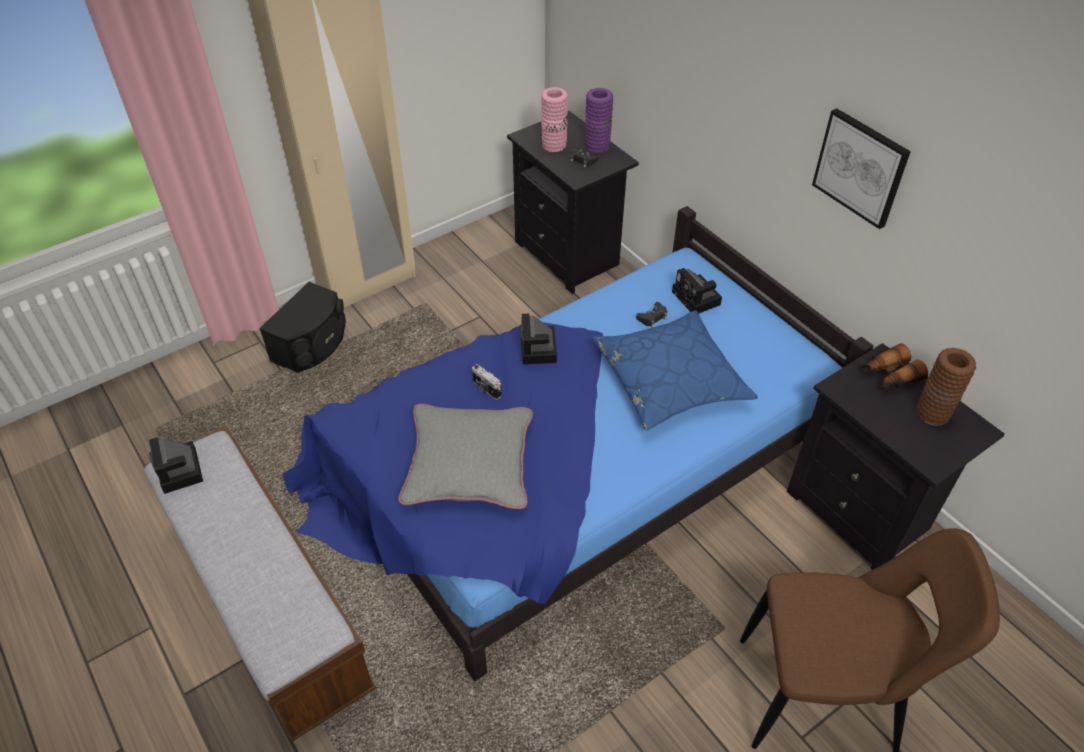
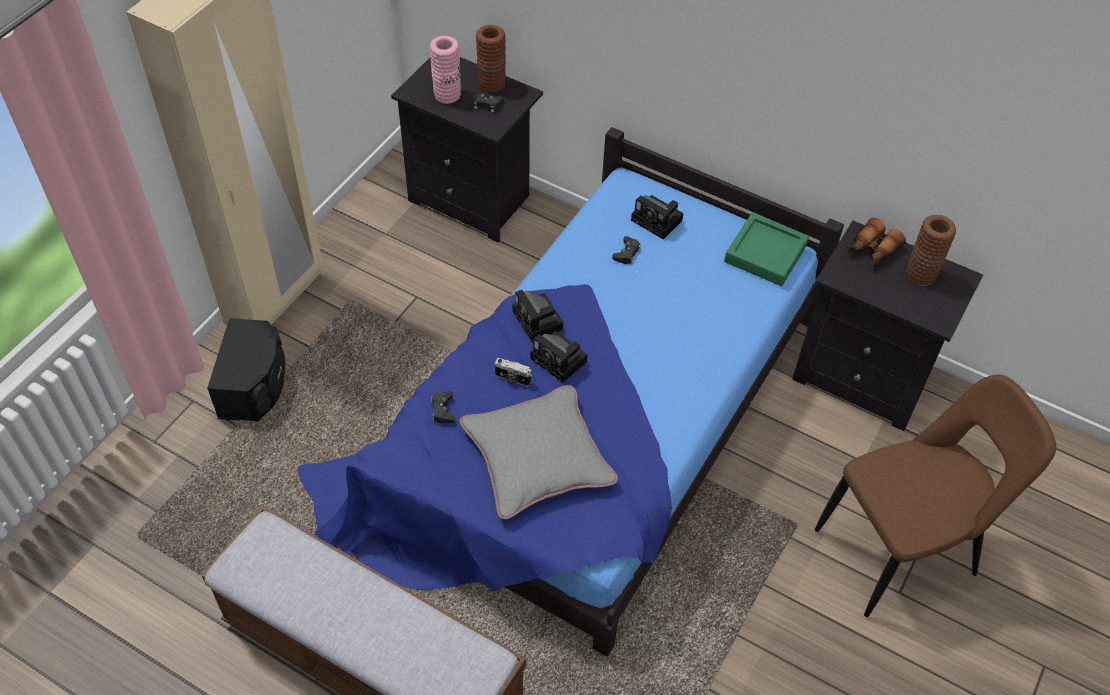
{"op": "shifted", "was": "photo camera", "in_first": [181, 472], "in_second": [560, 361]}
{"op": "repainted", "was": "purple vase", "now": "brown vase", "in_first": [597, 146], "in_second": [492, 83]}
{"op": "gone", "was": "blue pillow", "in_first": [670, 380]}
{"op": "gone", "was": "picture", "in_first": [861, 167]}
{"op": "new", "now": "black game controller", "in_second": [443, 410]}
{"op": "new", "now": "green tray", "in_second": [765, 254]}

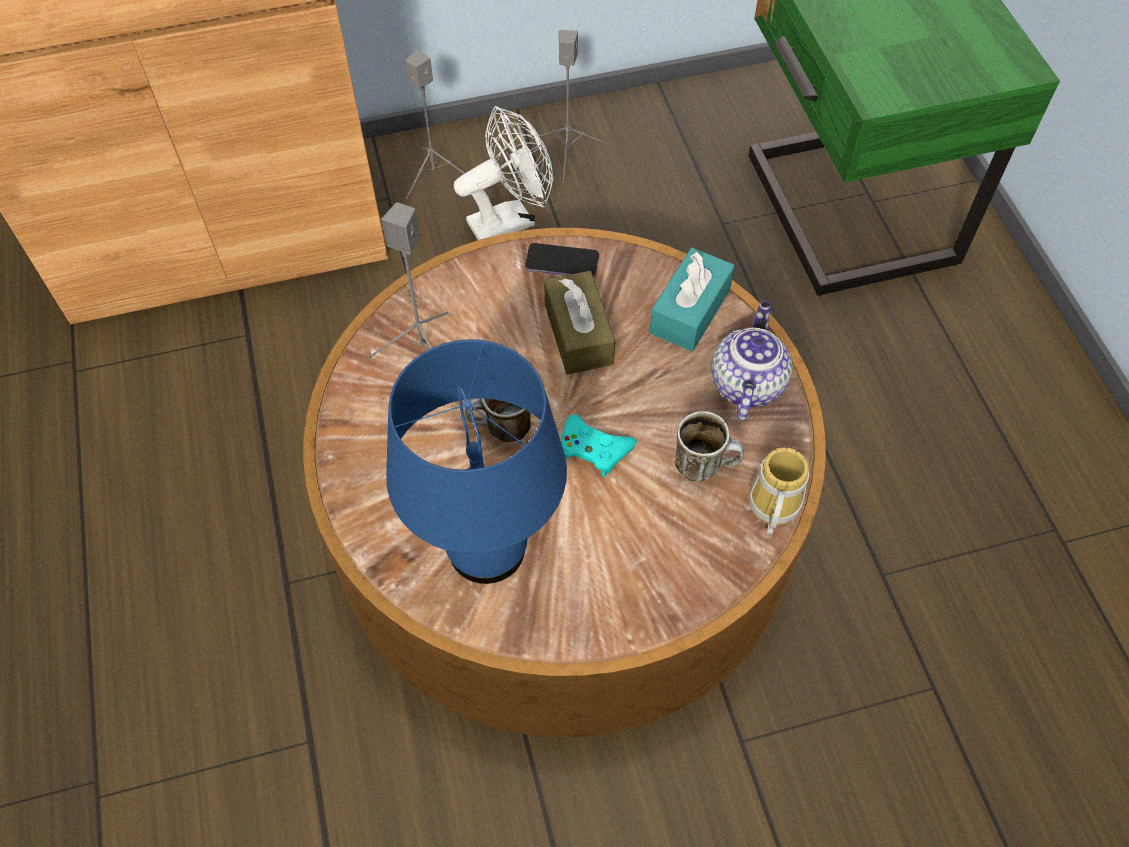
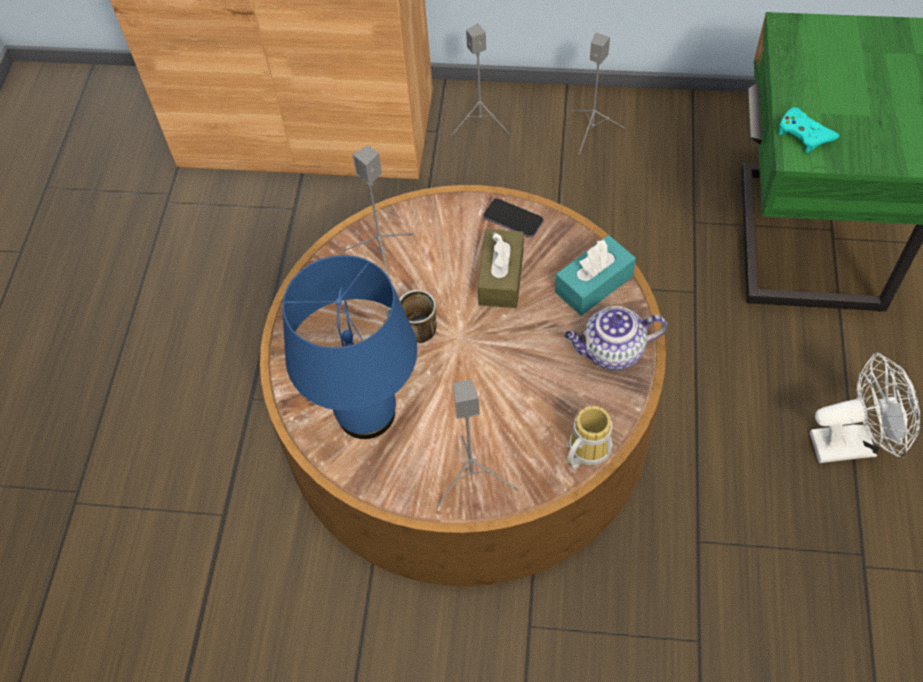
{"op": "shifted", "was": "white fan", "in_first": [510, 220], "in_second": [852, 443]}
{"op": "shifted", "was": "turquoise game controller", "in_first": [594, 449], "in_second": [804, 134]}
{"op": "gone", "was": "mug", "in_first": [705, 465]}
{"op": "rotated", "was": "teapot", "in_first": [746, 383], "in_second": [611, 352], "clockwise": -135}
{"op": "new", "now": "grey speaker", "in_second": [473, 477]}

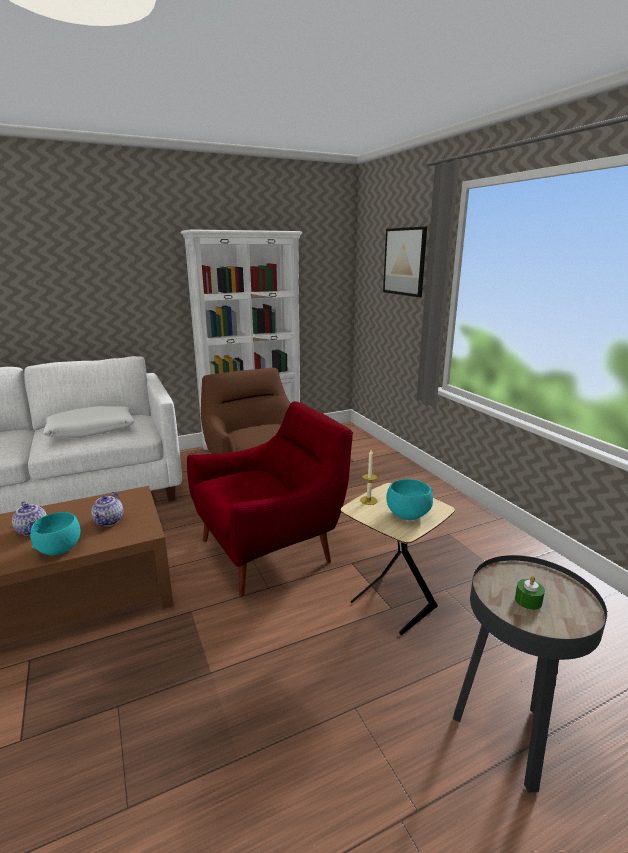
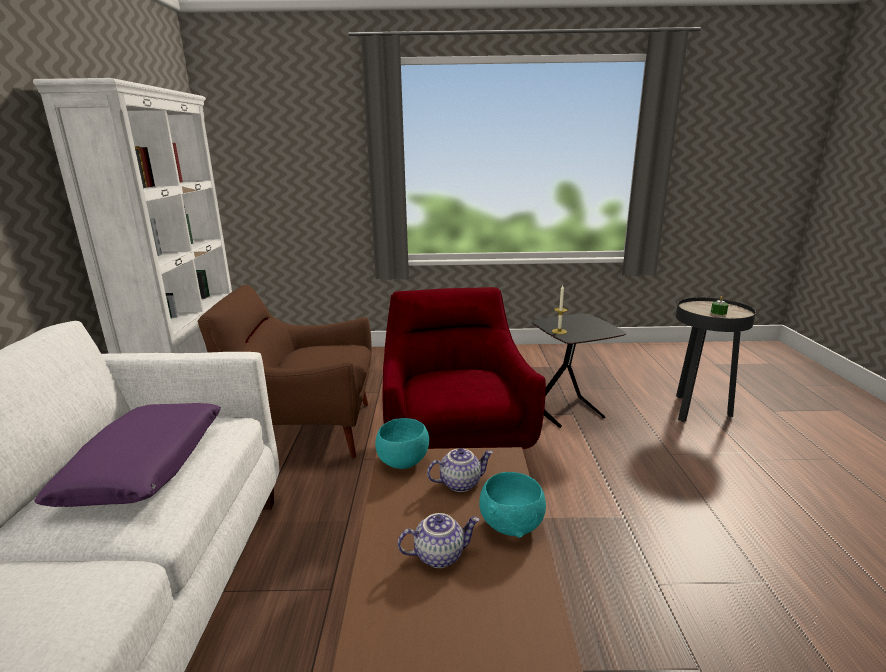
{"op": "repainted", "was": "white pillow", "now": "purple pillow", "in_first": [91, 430], "in_second": [146, 465]}
{"op": "rotated", "was": "teapot", "in_first": [109, 521], "in_second": [460, 483], "clockwise": -45}
{"op": "repainted", "was": "beige side table", "now": "black side table", "in_first": [391, 605], "in_second": [570, 413]}
{"op": "gone", "was": "picture", "in_first": [404, 261]}
{"op": "shifted", "was": "turquoise bowl", "in_first": [407, 515], "in_second": [403, 462]}

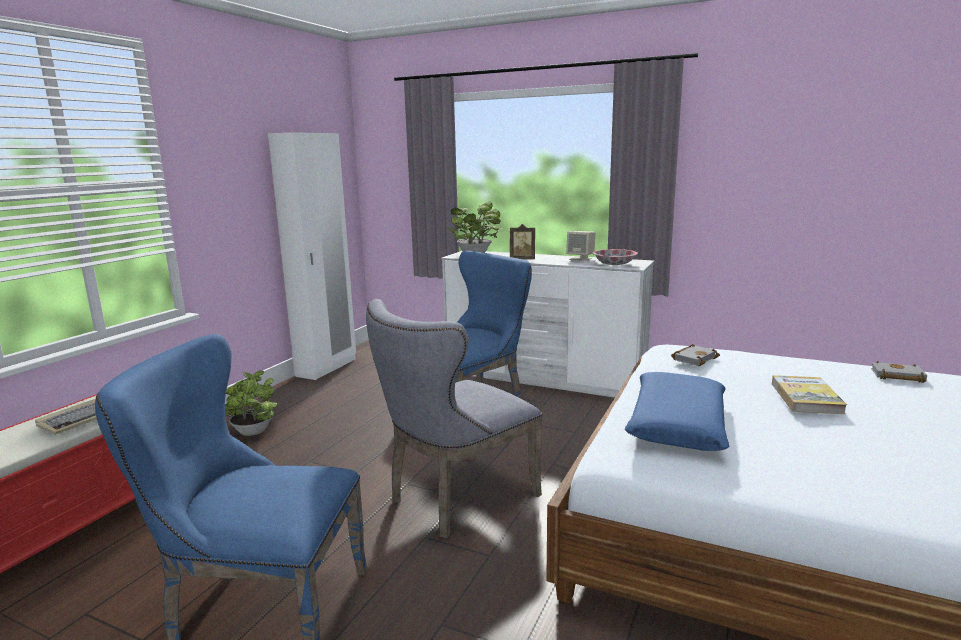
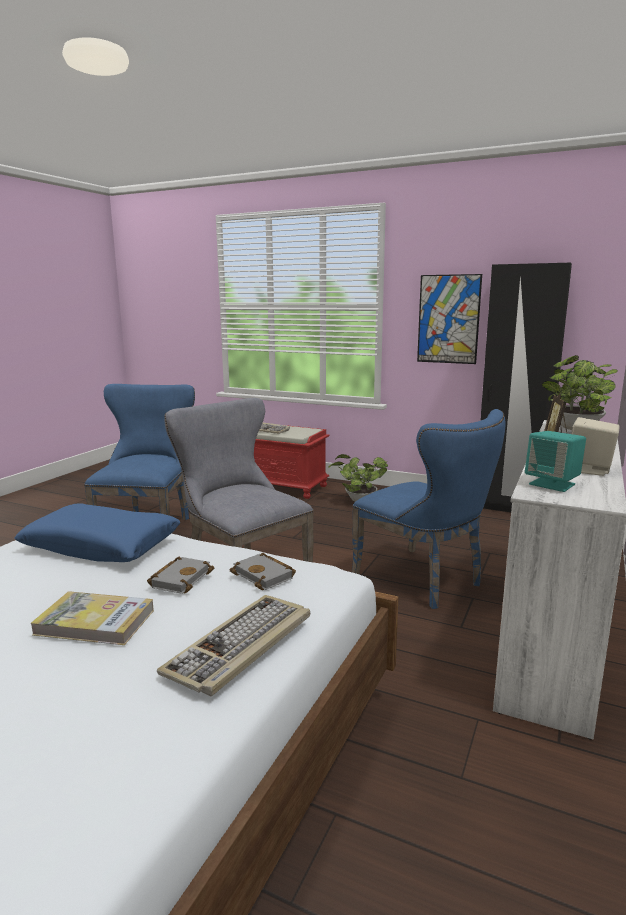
{"op": "repainted", "was": "white wardrobe", "now": "black wardrobe", "in_first": [327, 367], "in_second": [509, 508]}
{"op": "swapped", "was": "bowl", "now": "turquoise speaker", "in_first": [614, 264], "in_second": [553, 484]}
{"op": "shifted", "was": "grey book", "in_first": [896, 376], "in_second": [180, 578]}
{"op": "new", "now": "keyboard", "in_second": [241, 646]}
{"op": "new", "now": "picture", "in_second": [448, 319]}

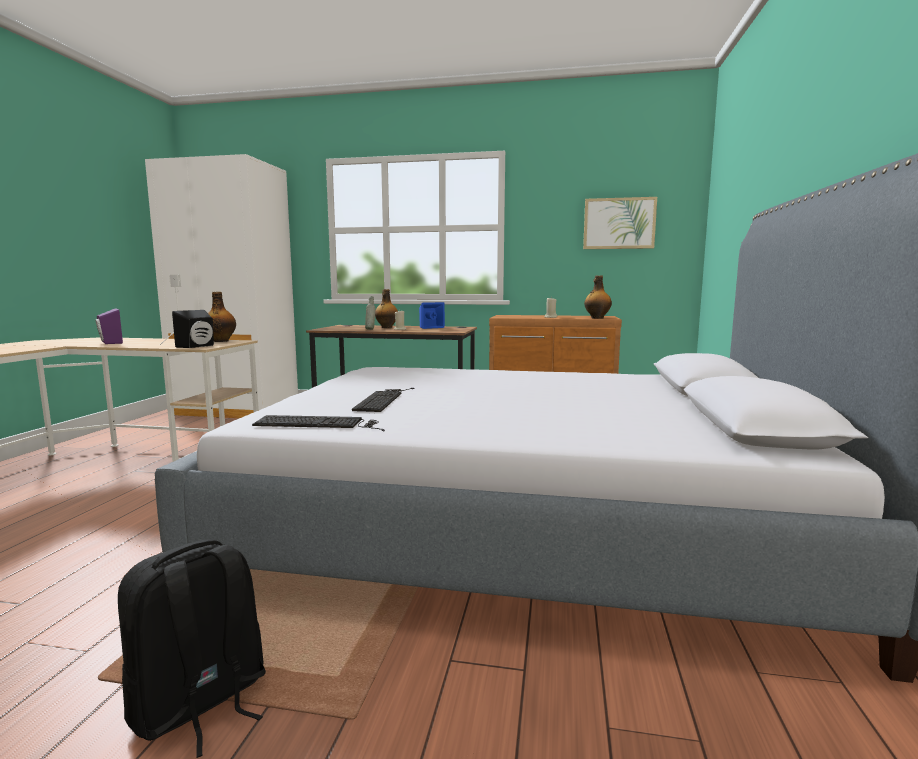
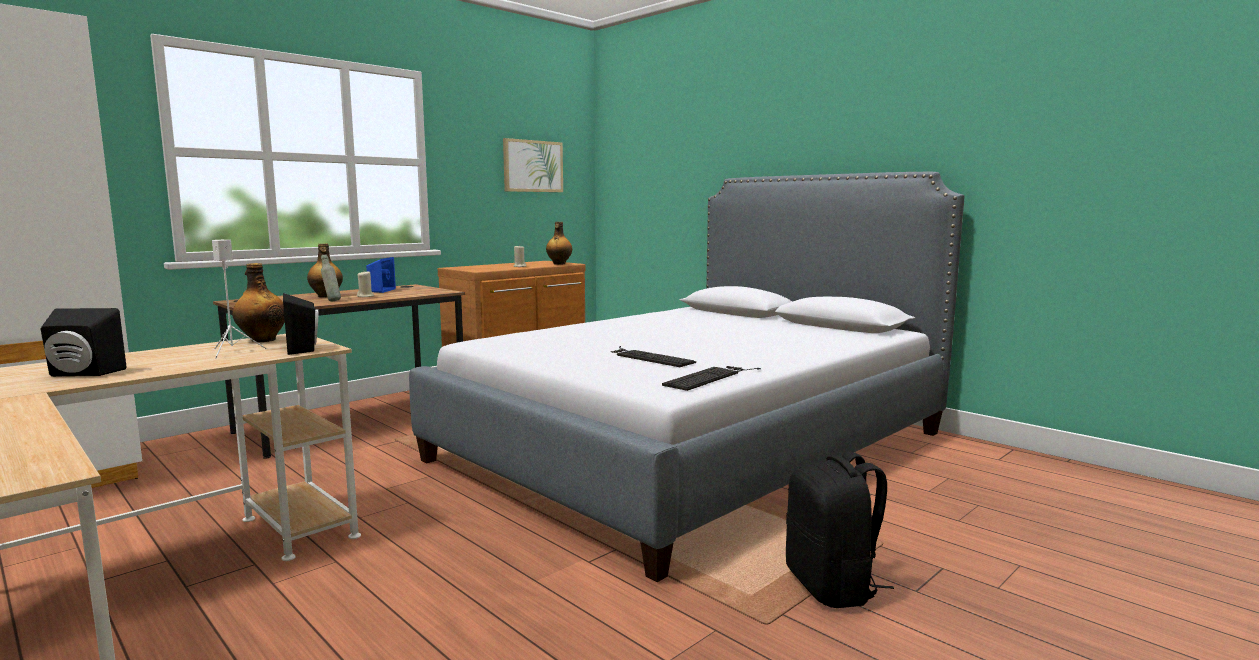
{"op": "repainted", "was": "purple speaker", "now": "black speaker", "in_first": [109, 342], "in_second": [82, 374]}

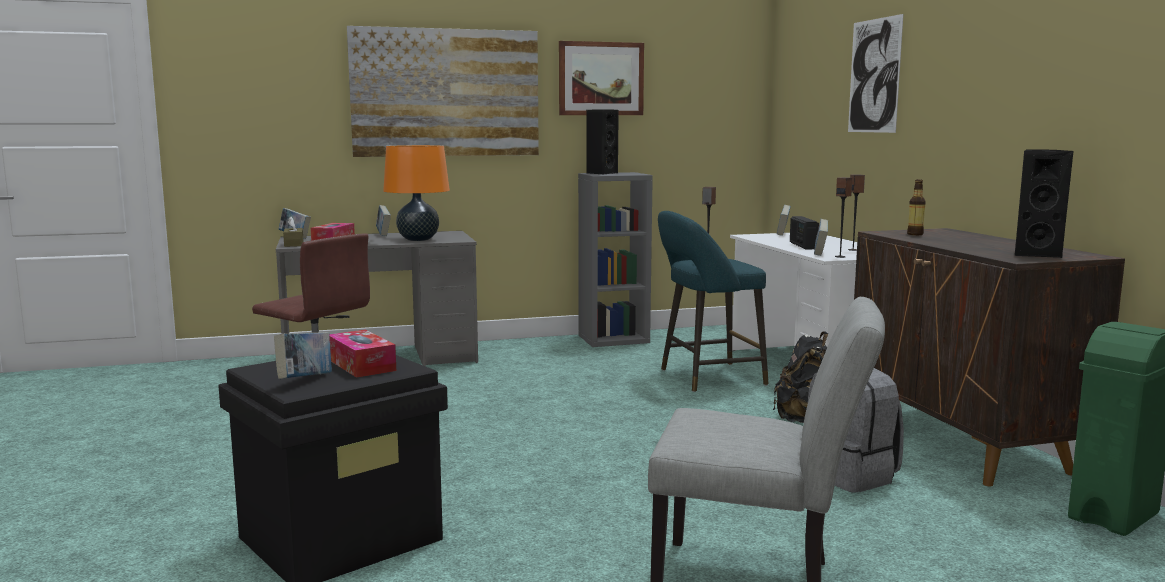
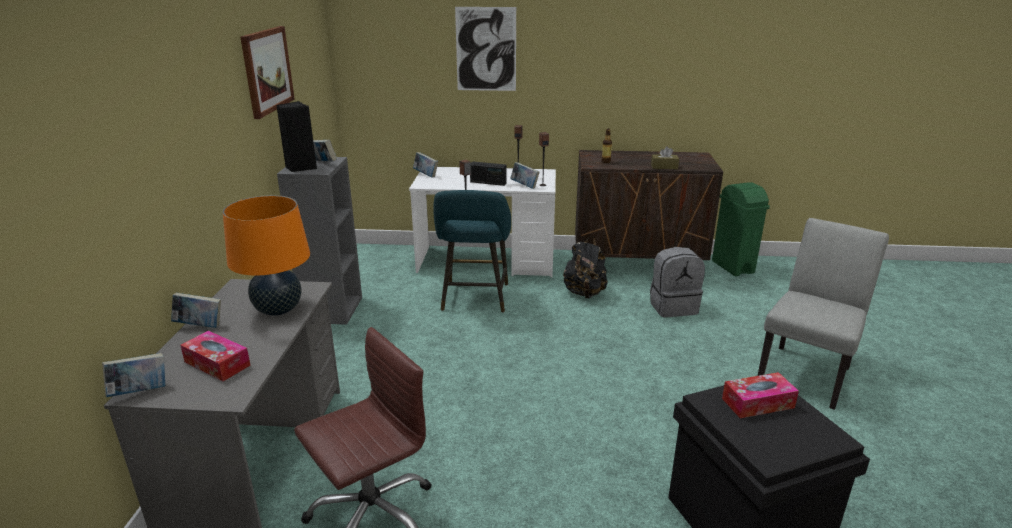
{"op": "shifted", "was": "book", "in_first": [305, 380], "in_second": [324, 163]}
{"op": "shifted", "was": "brown tissue box", "in_first": [294, 244], "in_second": [664, 167]}
{"op": "gone", "was": "picture", "in_first": [445, 93]}
{"op": "gone", "was": "black speaker", "in_first": [1035, 254]}

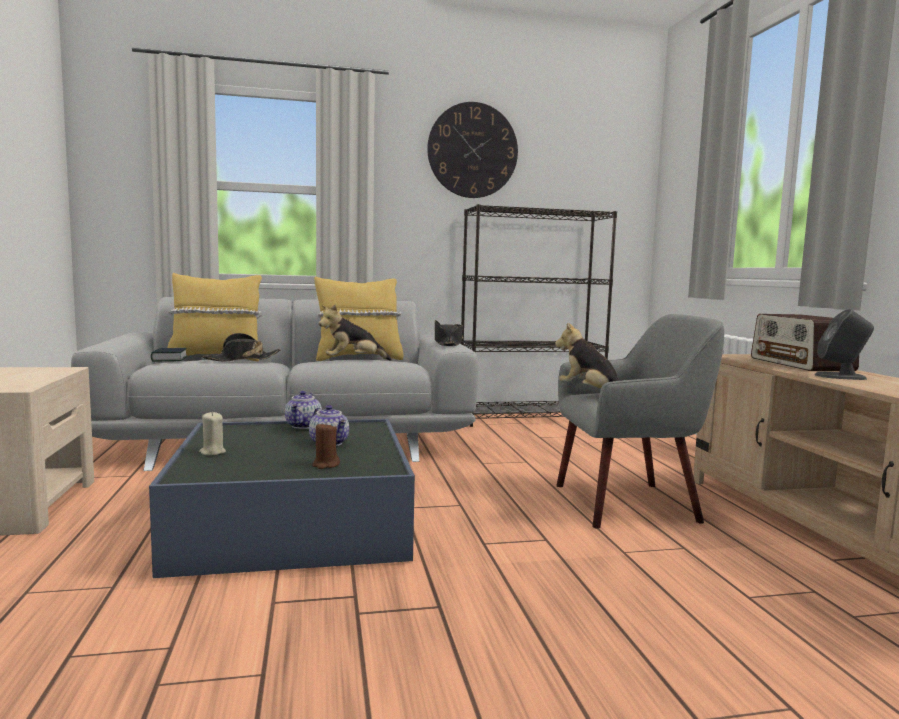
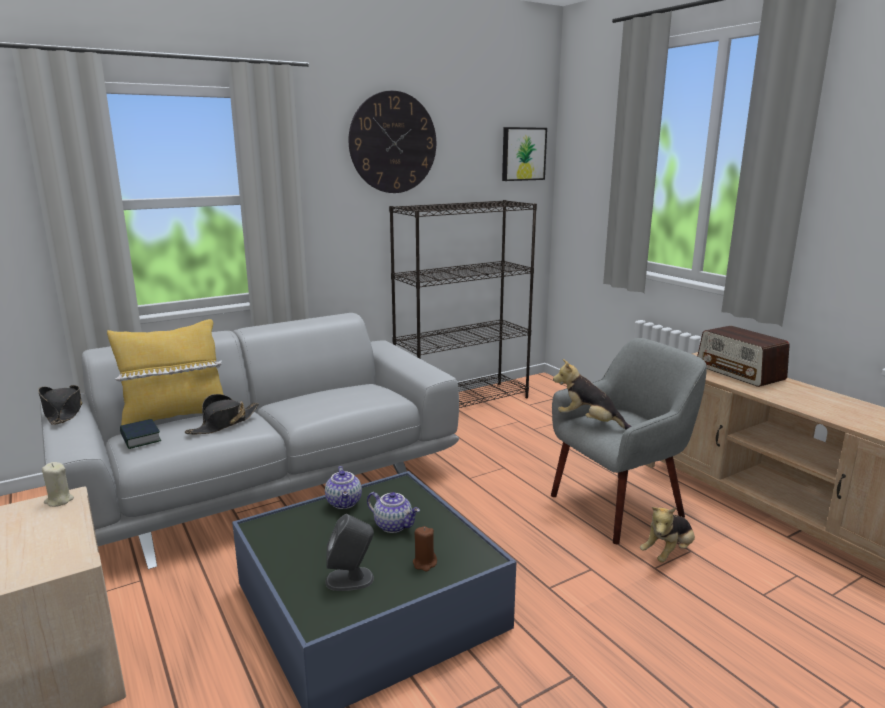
{"op": "shifted", "was": "beige candle", "in_first": [212, 452], "in_second": [59, 501]}
{"op": "gone", "was": "yellow pillow", "in_first": [358, 358]}
{"op": "shifted", "was": "plush toy", "in_first": [353, 361], "in_second": [668, 553]}
{"op": "shifted", "was": "black hat", "in_first": [448, 343], "in_second": [63, 412]}
{"op": "shifted", "was": "grey speaker", "in_first": [841, 376], "in_second": [350, 579]}
{"op": "new", "now": "picture", "in_second": [523, 154]}

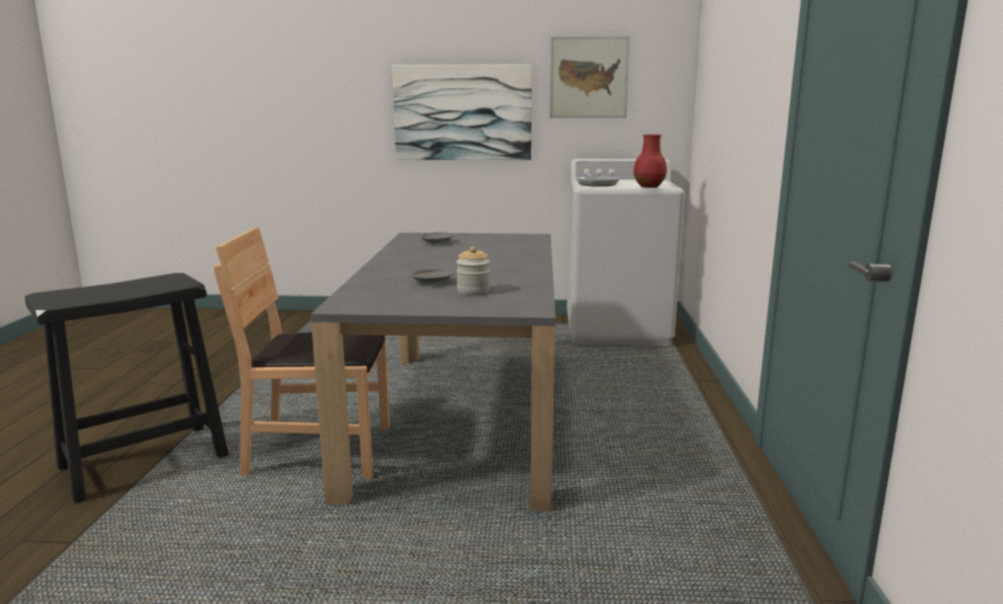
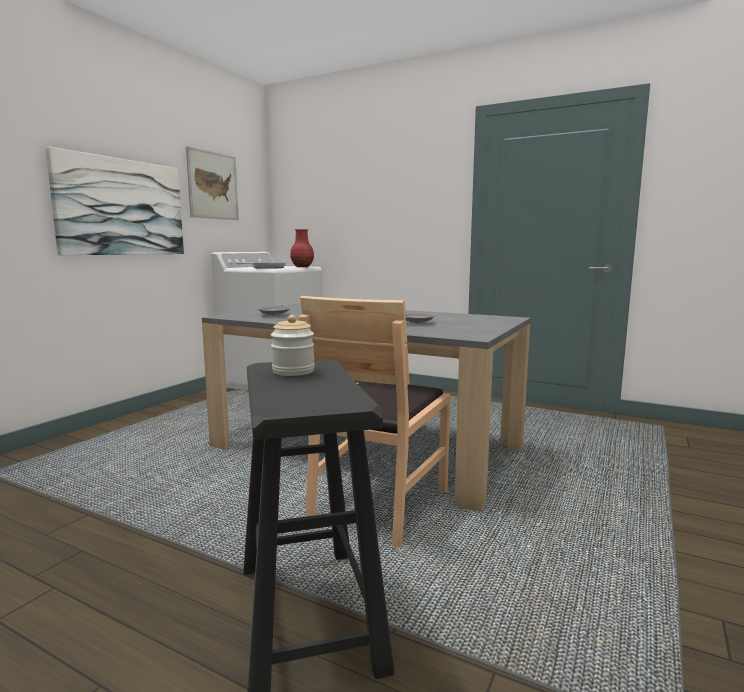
{"op": "shifted", "was": "jar", "in_first": [473, 291], "in_second": [293, 371]}

